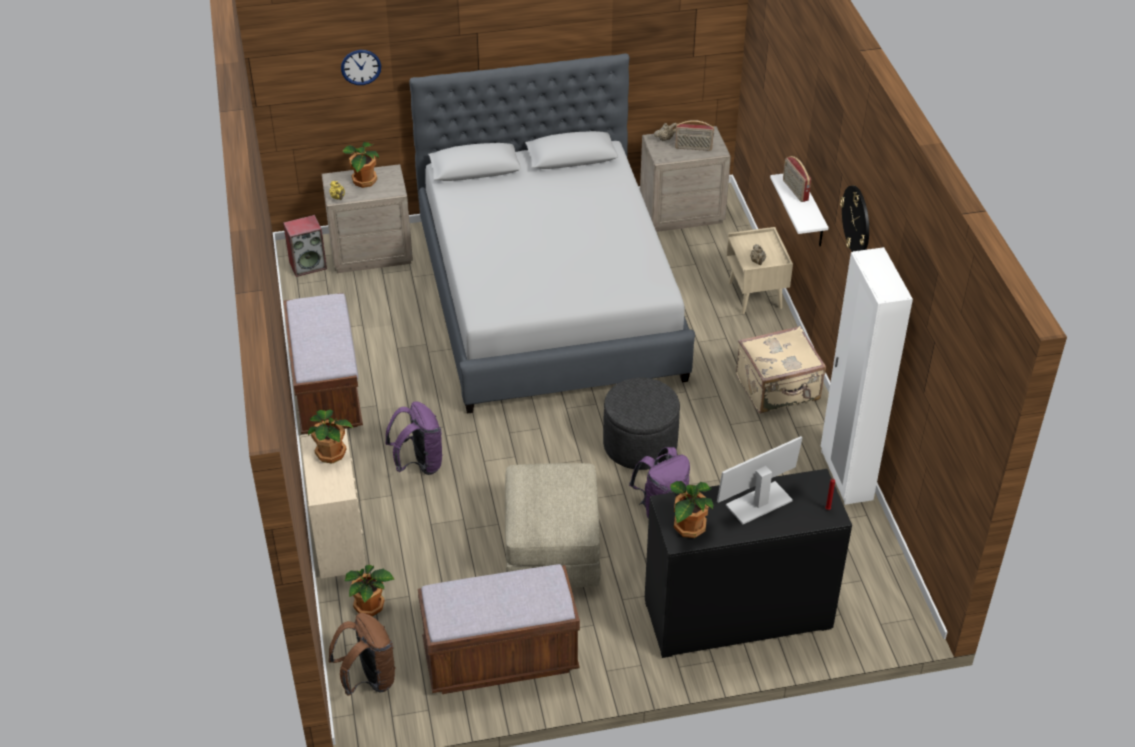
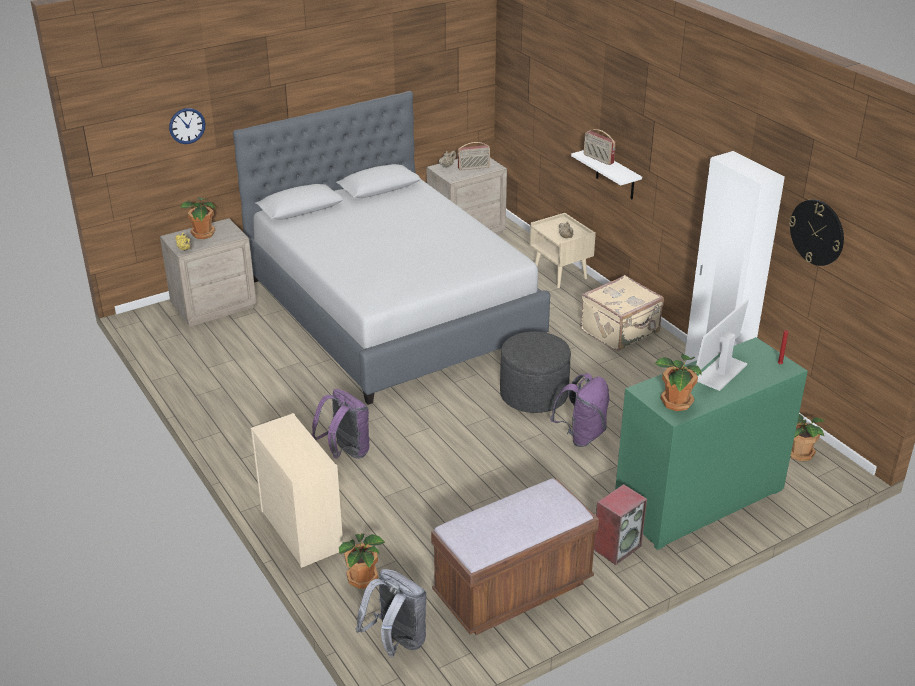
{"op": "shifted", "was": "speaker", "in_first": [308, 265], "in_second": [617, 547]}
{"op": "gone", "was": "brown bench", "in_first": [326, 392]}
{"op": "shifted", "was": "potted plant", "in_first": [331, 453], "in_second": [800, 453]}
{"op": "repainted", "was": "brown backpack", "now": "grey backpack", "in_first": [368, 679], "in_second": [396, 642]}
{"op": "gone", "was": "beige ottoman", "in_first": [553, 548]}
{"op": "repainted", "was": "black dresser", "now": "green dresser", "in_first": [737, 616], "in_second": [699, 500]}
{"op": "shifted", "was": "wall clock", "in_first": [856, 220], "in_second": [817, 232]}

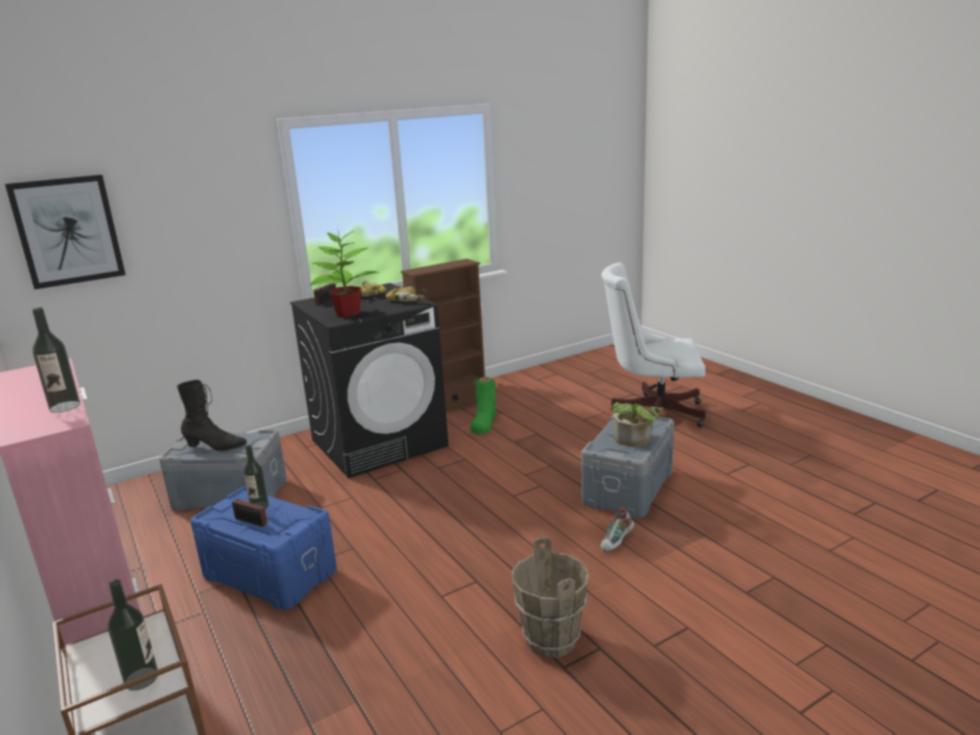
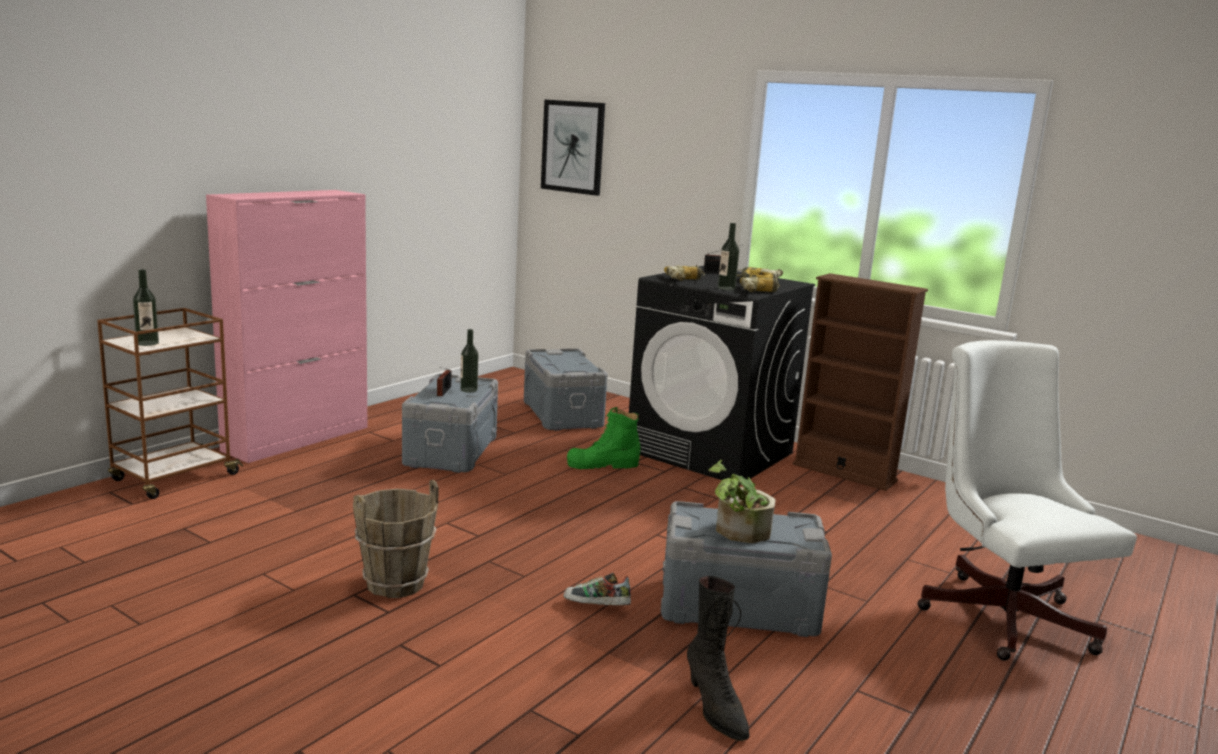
{"op": "shifted", "was": "bottle", "in_first": [65, 406], "in_second": [726, 288]}
{"op": "shifted", "was": "black boot", "in_first": [216, 447], "in_second": [715, 709]}
{"op": "repainted", "was": "blue storage box", "now": "grey storage box", "in_first": [271, 573], "in_second": [452, 451]}
{"op": "swapped", "was": "potted plant", "now": "power drill", "in_first": [347, 313], "in_second": [686, 279]}
{"op": "shifted", "was": "green boot", "in_first": [484, 423], "in_second": [603, 464]}

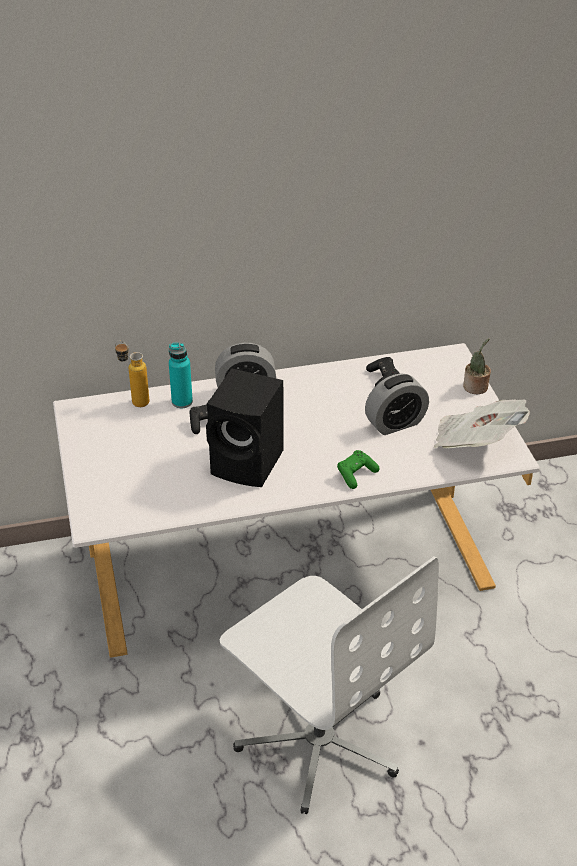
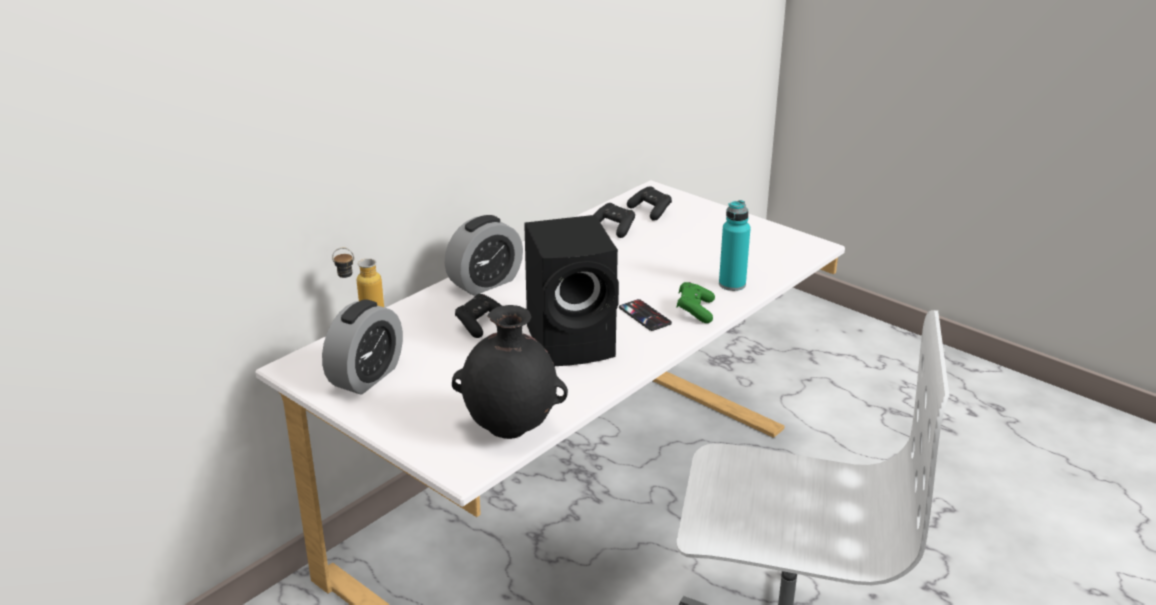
{"op": "shifted", "was": "turquoise bottle", "in_first": [182, 402], "in_second": [732, 284]}
{"op": "shifted", "was": "alarm clock", "in_first": [395, 423], "in_second": [366, 377]}
{"op": "gone", "was": "newspaper", "in_first": [476, 442]}
{"op": "gone", "was": "potted plant", "in_first": [476, 388]}
{"op": "new", "now": "black vase", "in_second": [511, 429]}
{"op": "new", "now": "phone", "in_second": [645, 315]}
{"op": "new", "now": "black game controller", "in_second": [650, 211]}

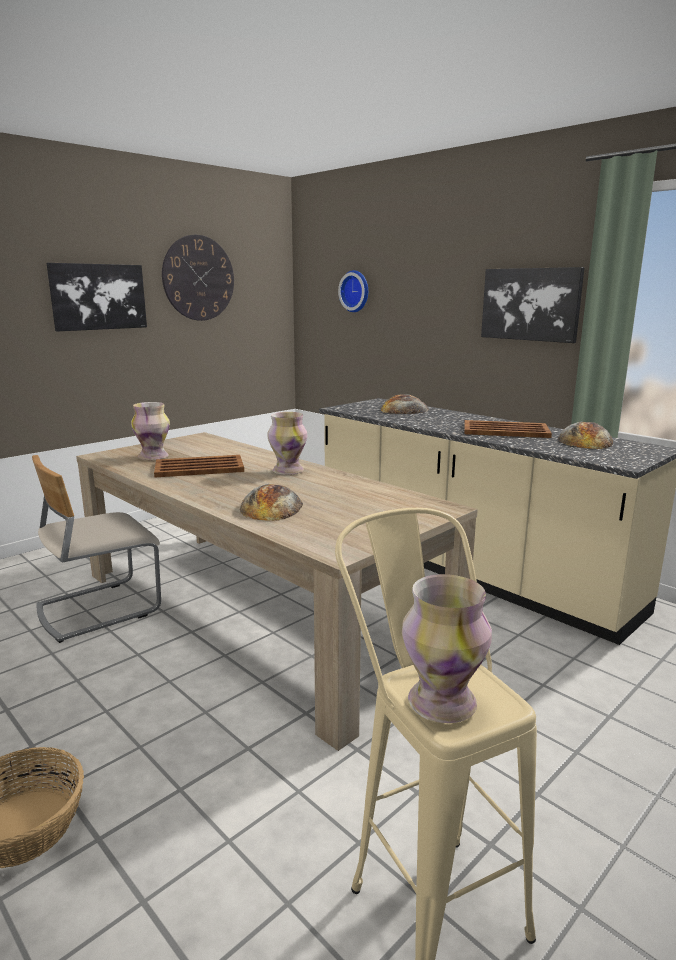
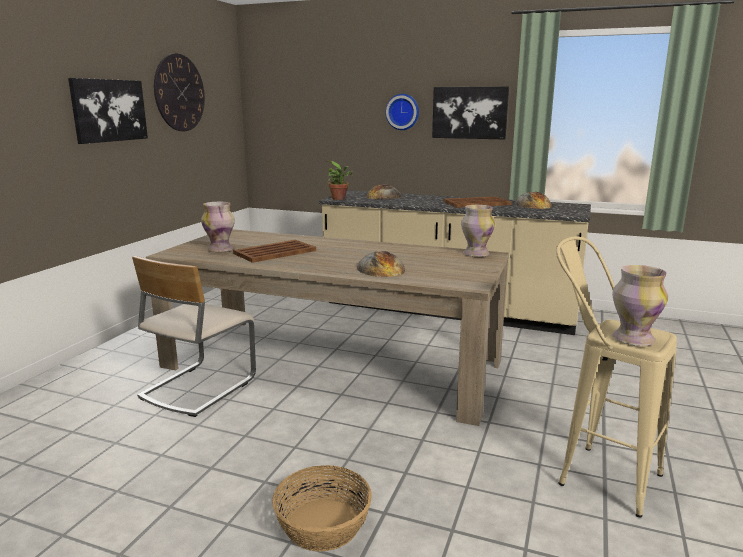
{"op": "shifted", "was": "vase", "in_first": [287, 471], "in_second": [475, 254]}
{"op": "shifted", "was": "wall clock", "in_first": [356, 291], "in_second": [403, 112]}
{"op": "new", "now": "potted plant", "in_second": [340, 199]}

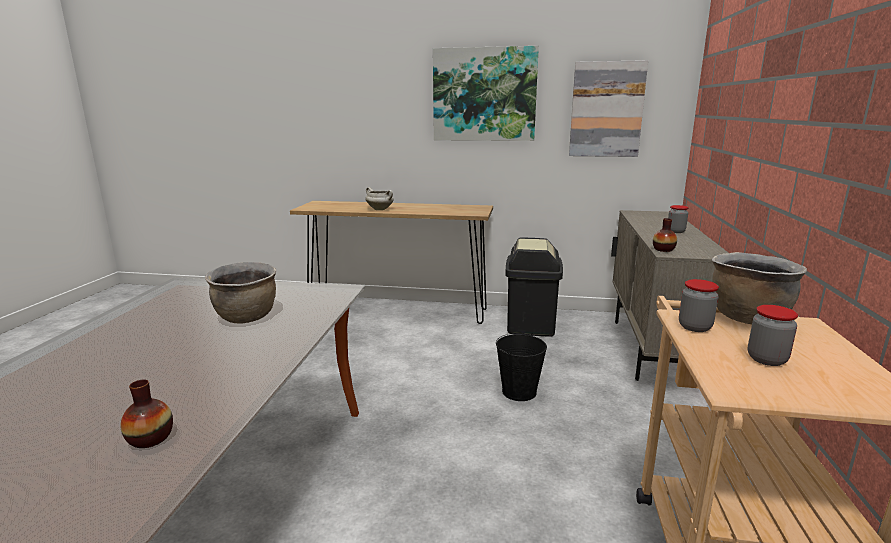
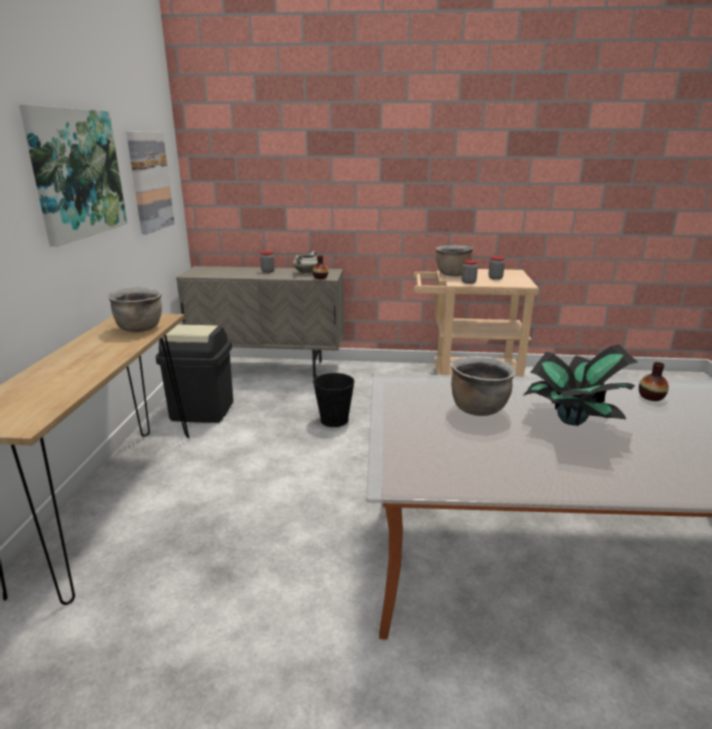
{"op": "shifted", "was": "white cooking pot", "in_first": [380, 209], "in_second": [306, 272]}
{"op": "new", "now": "brown cooking pot", "in_second": [140, 328]}
{"op": "new", "now": "potted plant", "in_second": [571, 421]}

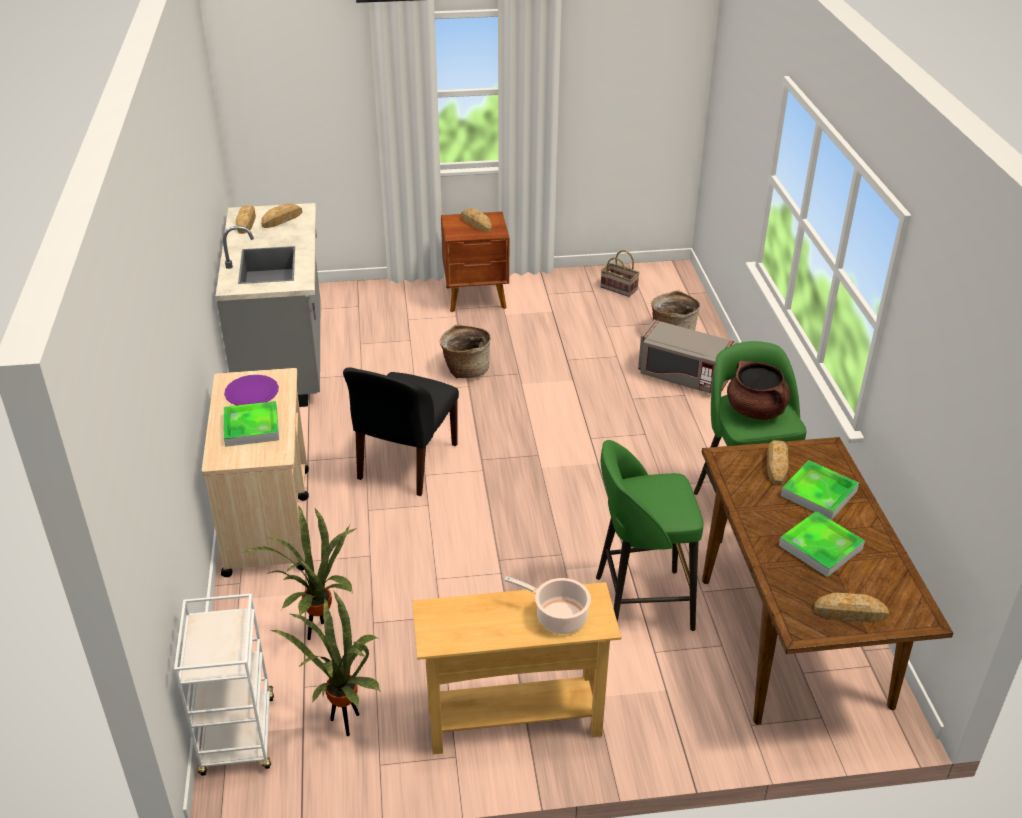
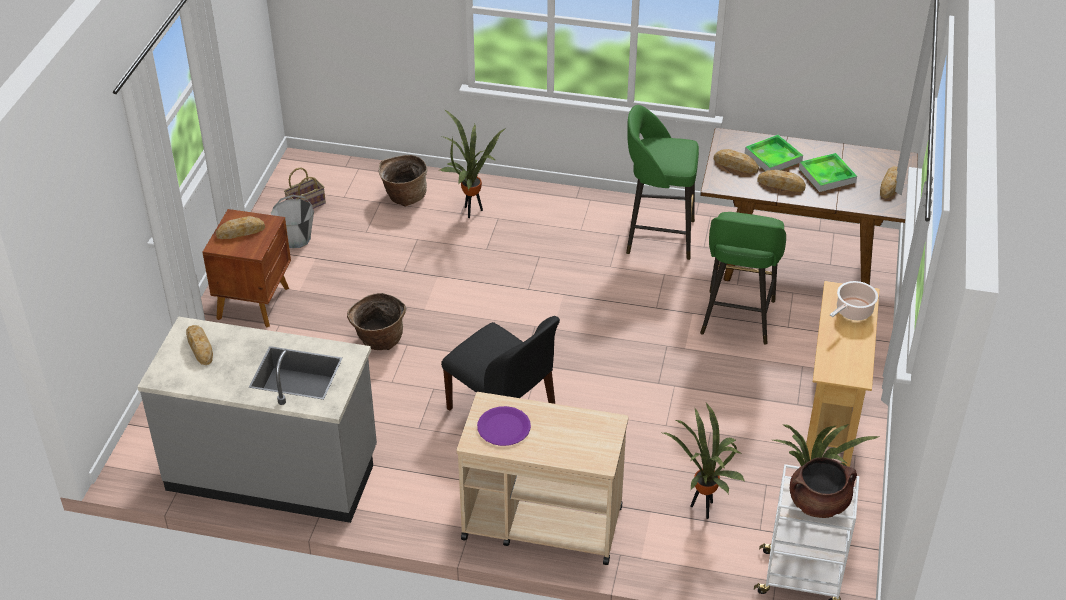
{"op": "gone", "was": "tray", "in_first": [251, 427]}
{"op": "shifted", "was": "bread", "in_first": [246, 222], "in_second": [781, 184]}
{"op": "swapped", "was": "grey microwave", "now": "potted plant", "in_first": [683, 376], "in_second": [472, 211]}
{"op": "shifted", "was": "brown cooking pot", "in_first": [756, 410], "in_second": [818, 503]}
{"op": "new", "now": "grey bucket", "in_second": [296, 238]}

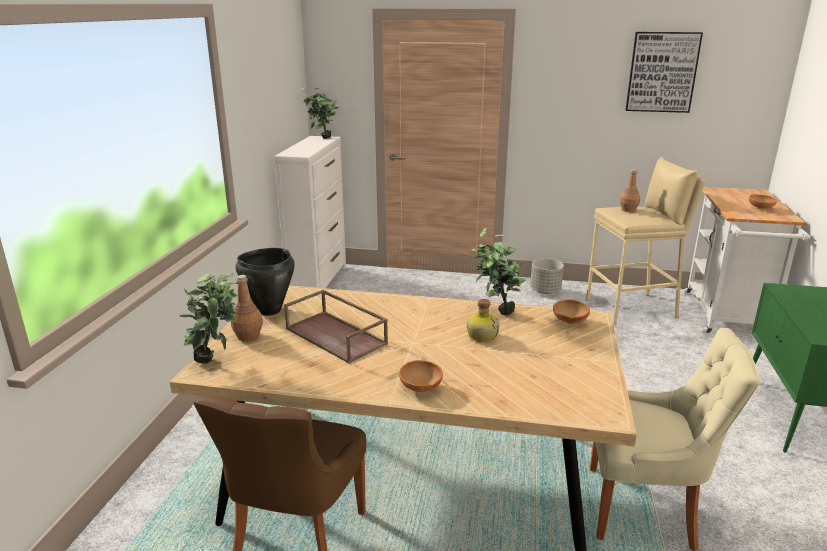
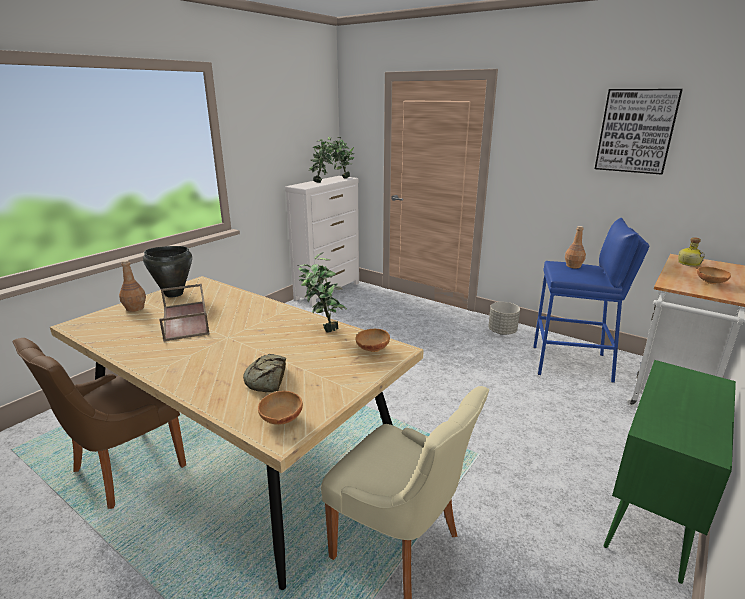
{"op": "shifted", "was": "potted plant", "in_first": [217, 359], "in_second": [322, 182]}
{"op": "shifted", "was": "brown bowl", "in_first": [420, 388], "in_second": [280, 420]}
{"op": "shifted", "was": "bottle", "in_first": [481, 335], "in_second": [688, 263]}
{"op": "repainted", "was": "beige stool", "now": "blue stool", "in_first": [631, 309], "in_second": [571, 364]}
{"op": "new", "now": "bread", "in_second": [267, 379]}

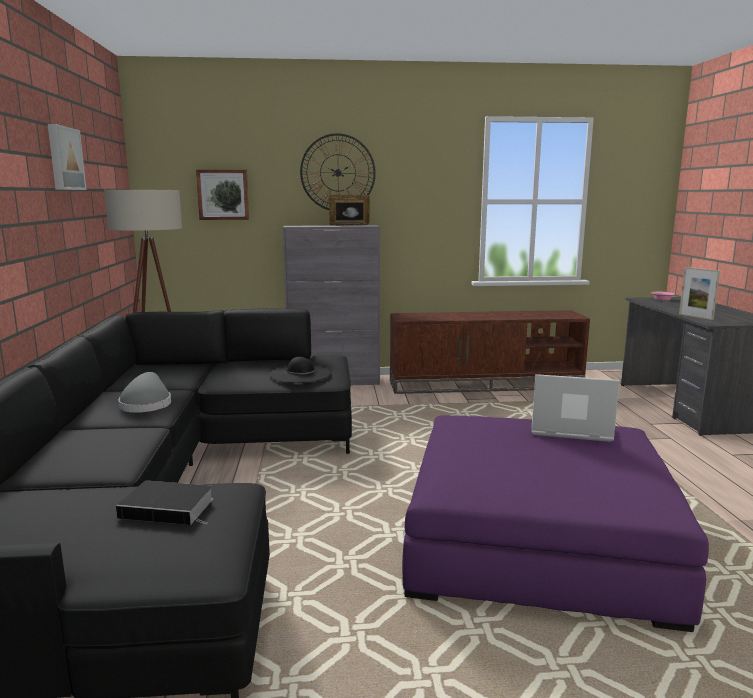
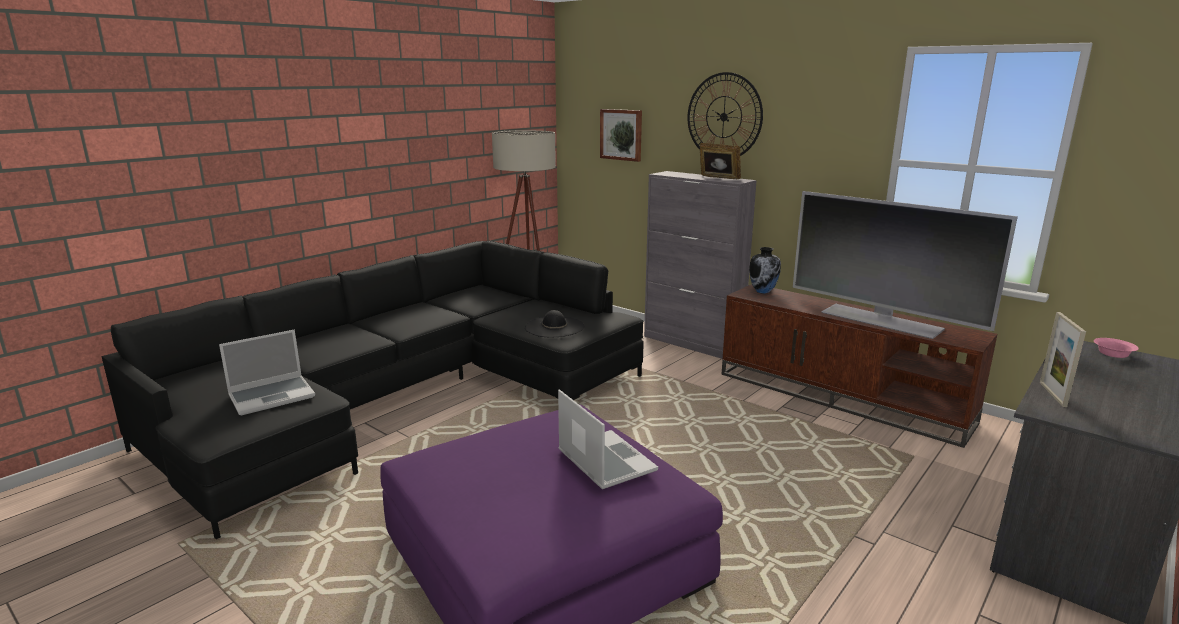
{"op": "gone", "was": "picture", "in_first": [64, 158]}
{"op": "swapped", "was": "book", "now": "laptop", "in_first": [170, 508], "in_second": [273, 396]}
{"op": "gone", "was": "grey hat", "in_first": [146, 404]}
{"op": "new", "now": "vase", "in_second": [763, 291]}
{"op": "new", "now": "television", "in_second": [881, 320]}

